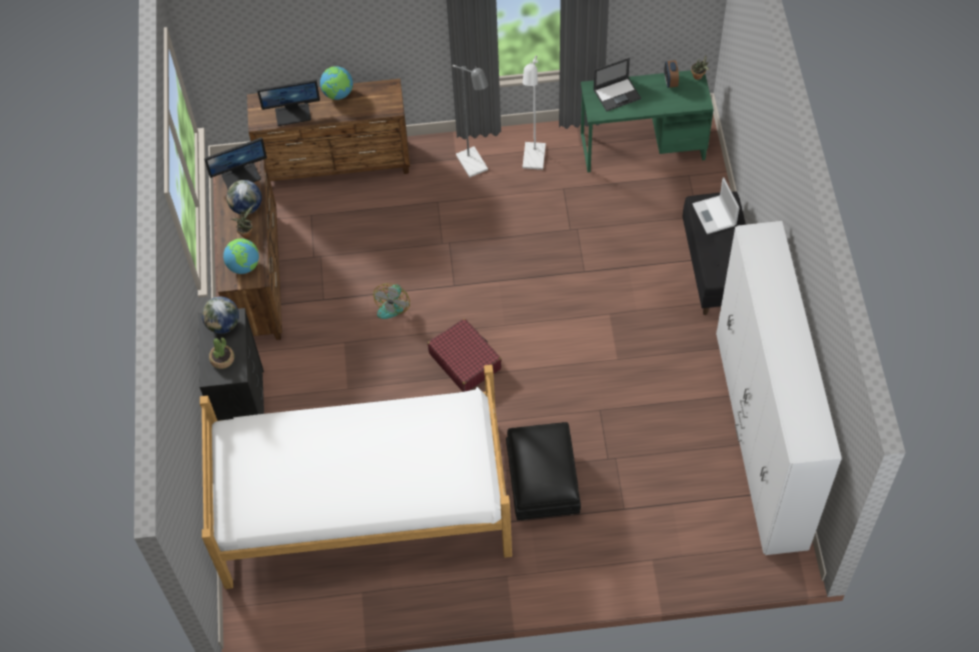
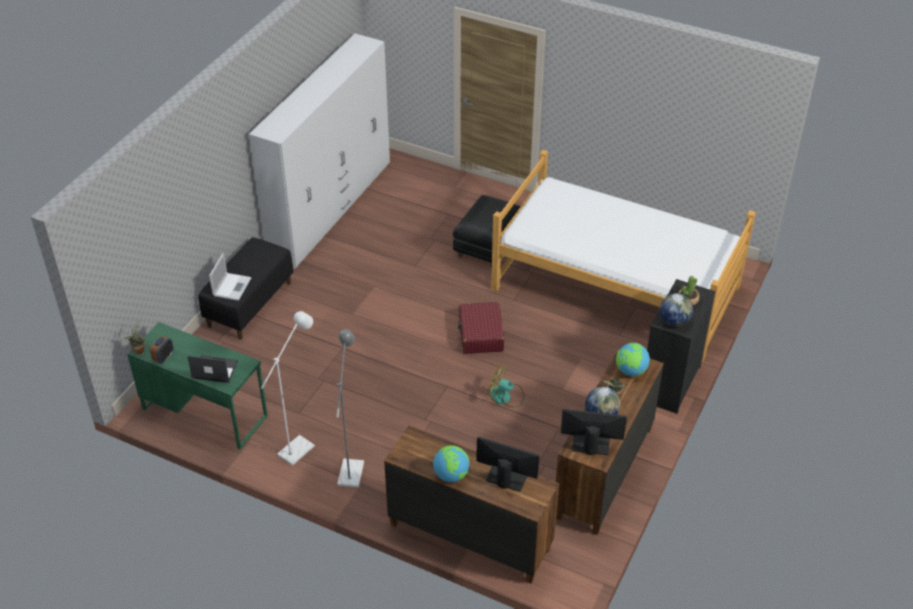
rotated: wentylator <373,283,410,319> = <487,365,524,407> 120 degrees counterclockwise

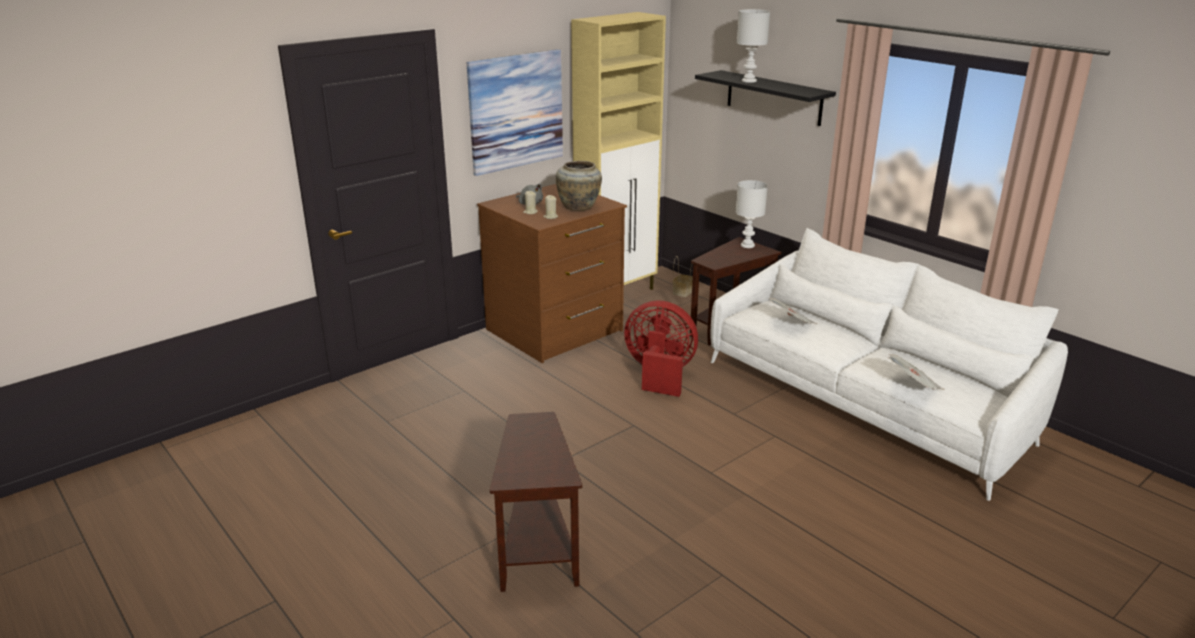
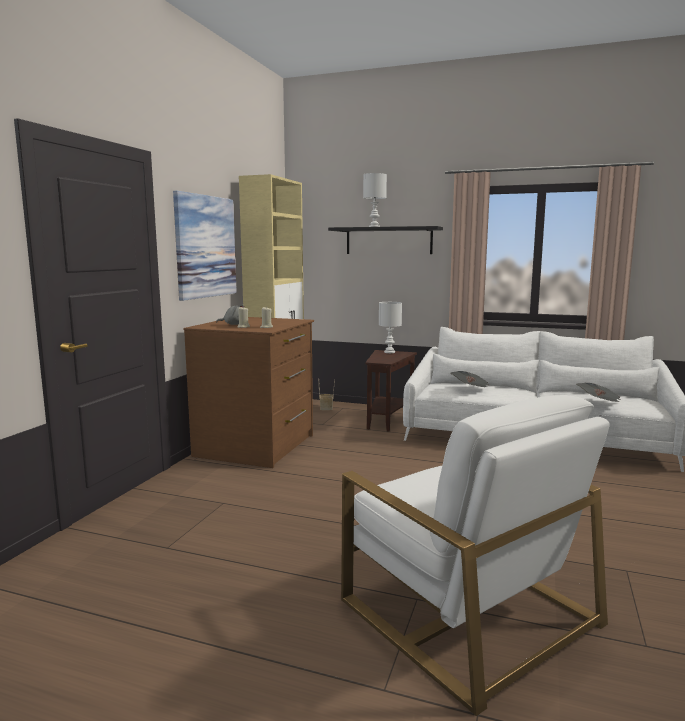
gone: wazon/beżowy <556,161,602,211>; wentylator/czerwony <624,300,698,397>
swapped: stolik/brązowy <490,412,582,592> to fotel/biały <341,395,609,716>

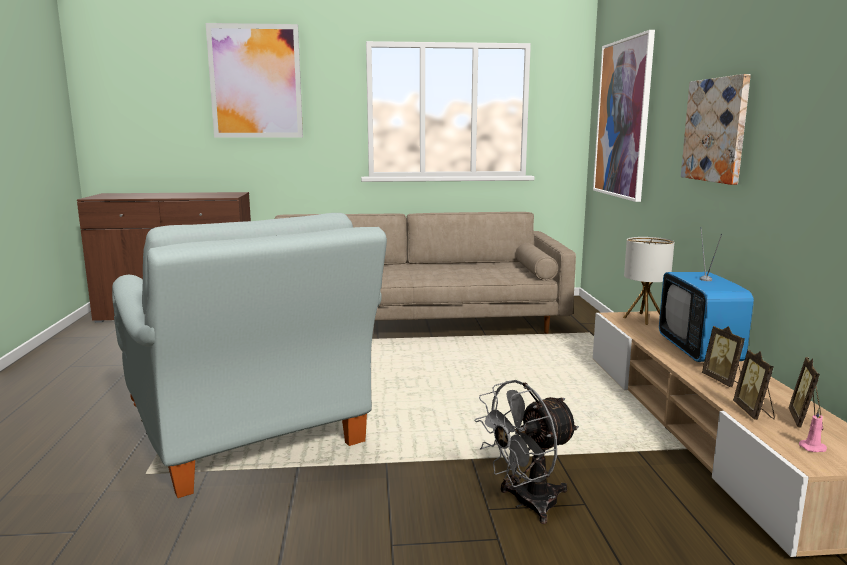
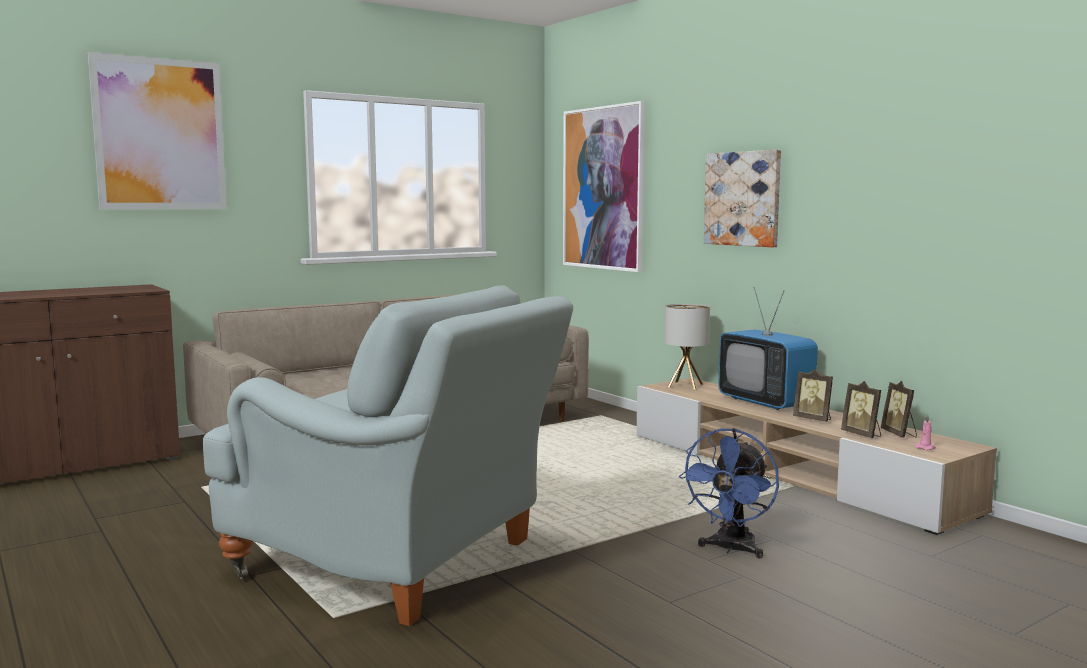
repainted: wentylator/szary <474,380,579,524> to wentylator/niebieski <679,428,779,558>

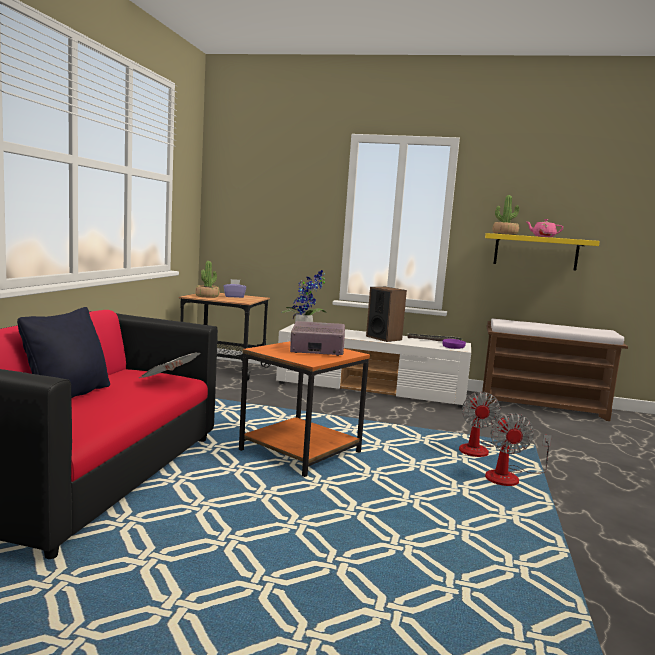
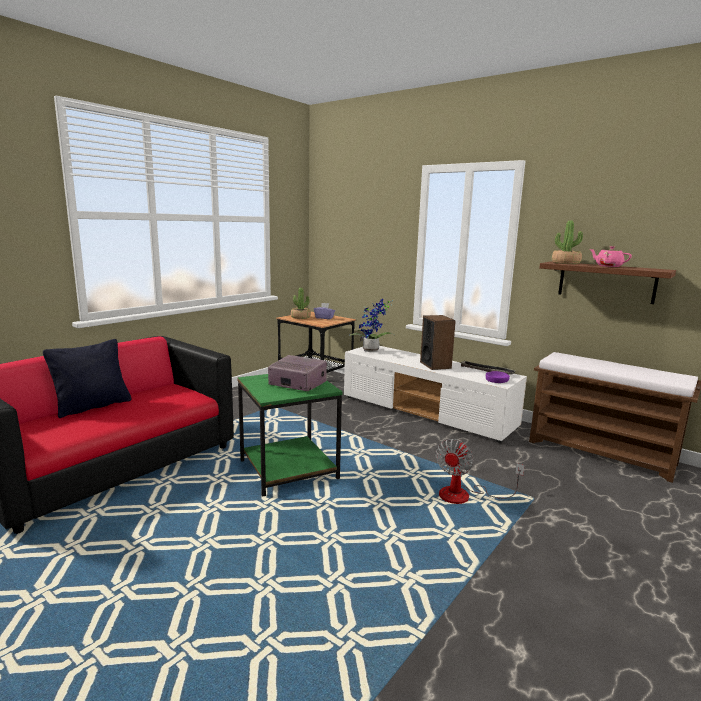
gone: gazeta <139,352,201,378>; wentylator <485,413,552,486>
repainted: stolik/pomarańczowy <239,341,370,477> to stolik/zielony <237,374,343,496>; półka/żółty <485,233,600,270> to półka/brązowy <539,262,676,304>

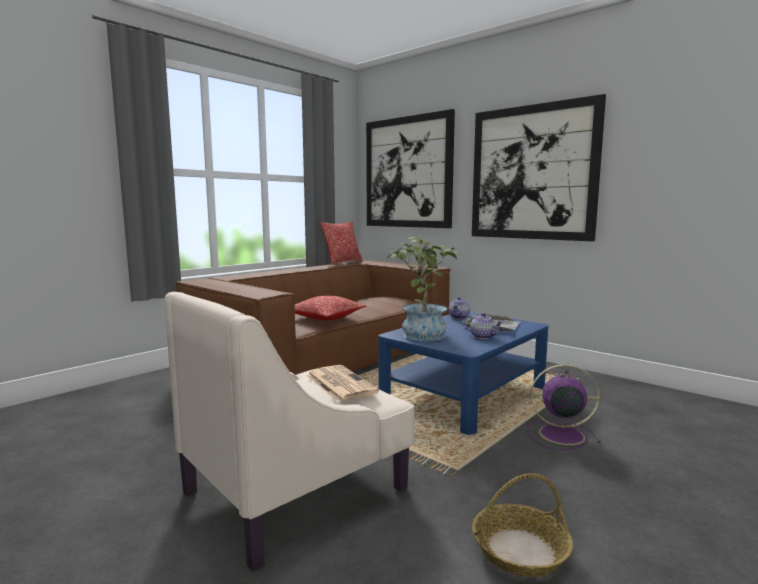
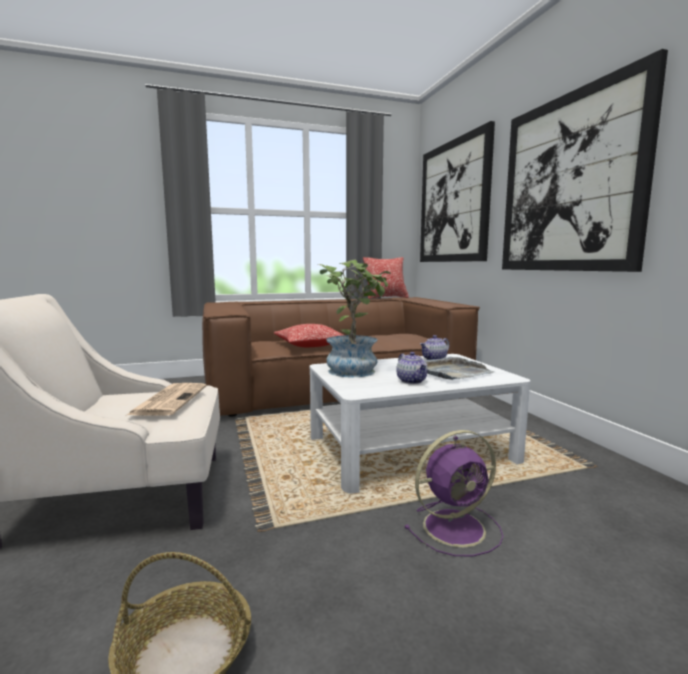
repainted: ława/niebieski <378,312,549,435> to ława/biały <309,354,530,493>
rotated: wentylator/fioletowy <527,364,601,450> = <404,430,503,556> 120 degrees clockwise

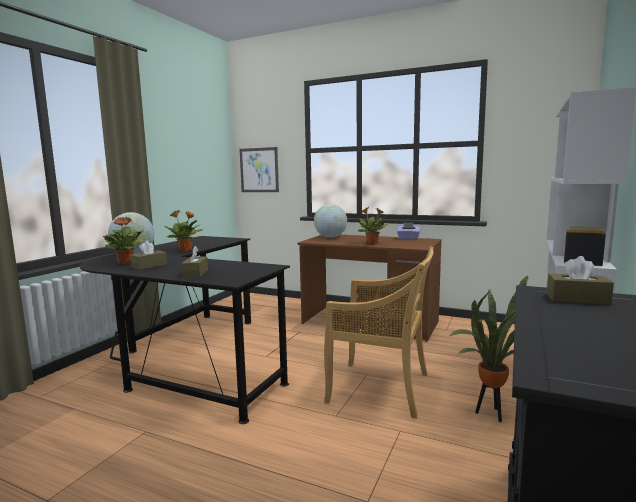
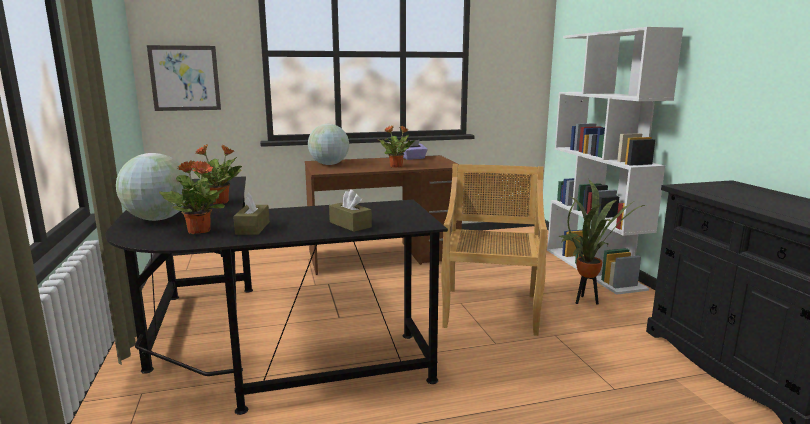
gone: pudełko chusteczek/brązowy <547,256,614,305>
rotated: krzesło/beżowy <324,246,434,419> = <441,164,547,336> 60 degrees counterclockwise

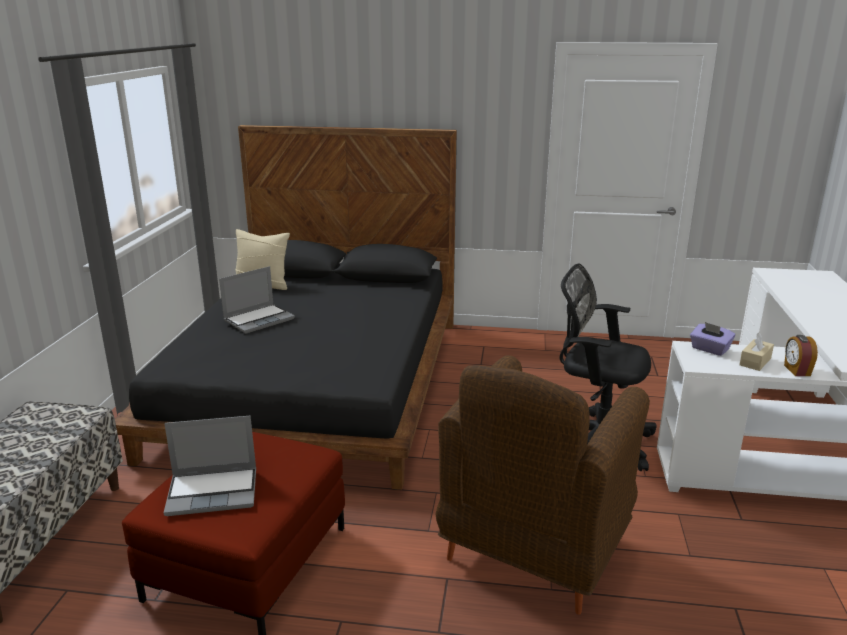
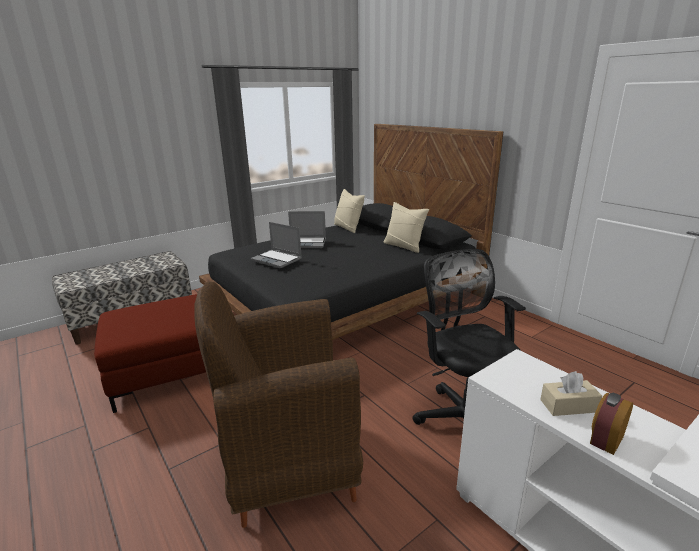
gone: pudełko chusteczek/fioletowy <690,322,735,356>
new: poduszka/beżowy <383,202,429,253>
shifted: laptop <164,416,256,516> to <251,222,302,268>

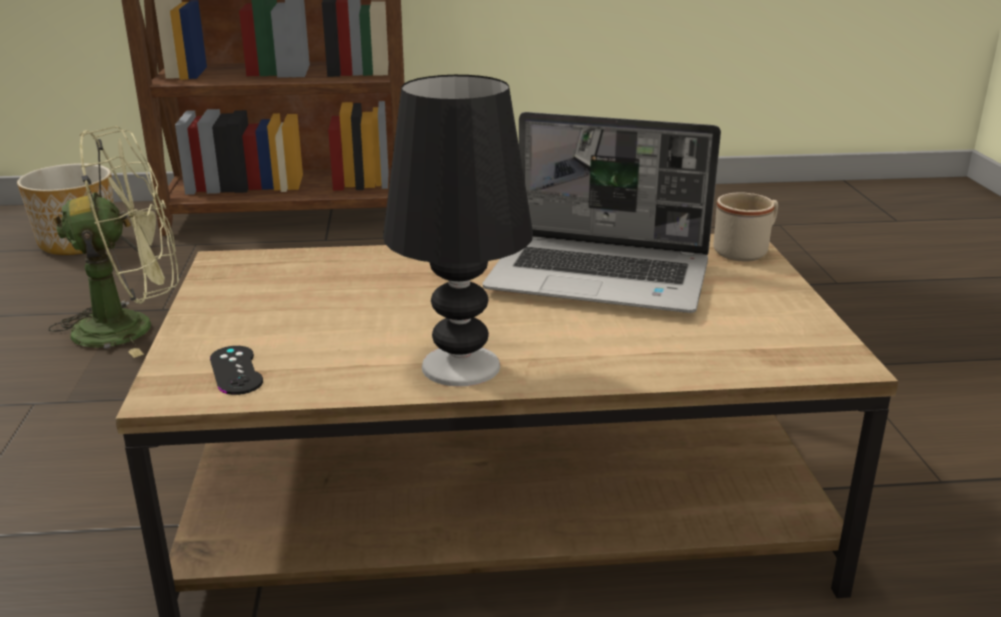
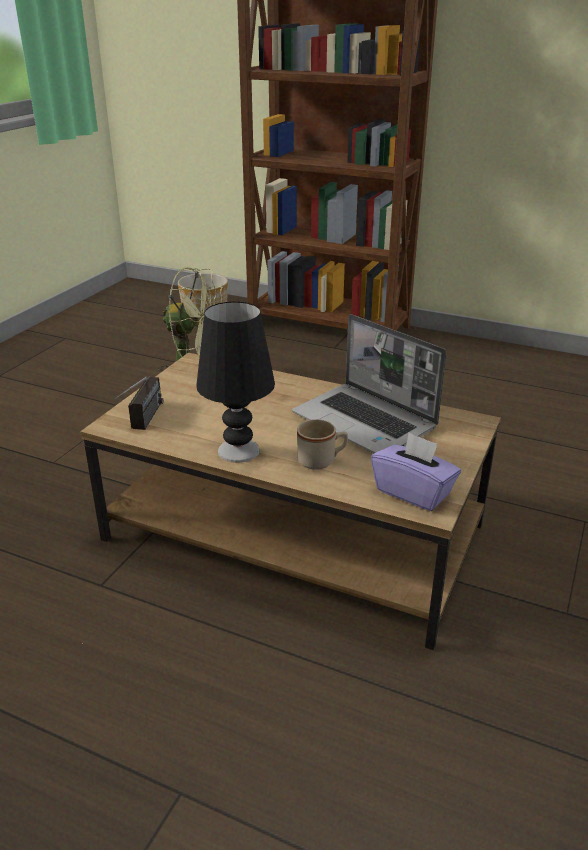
new: pudełko chusteczek/fioletowy <371,432,461,511>
shifted: kubek/beżowy <714,193,778,262> to <297,419,348,470>
swapped: pad do gier/czarny <210,346,263,395> to radio <115,377,163,430>

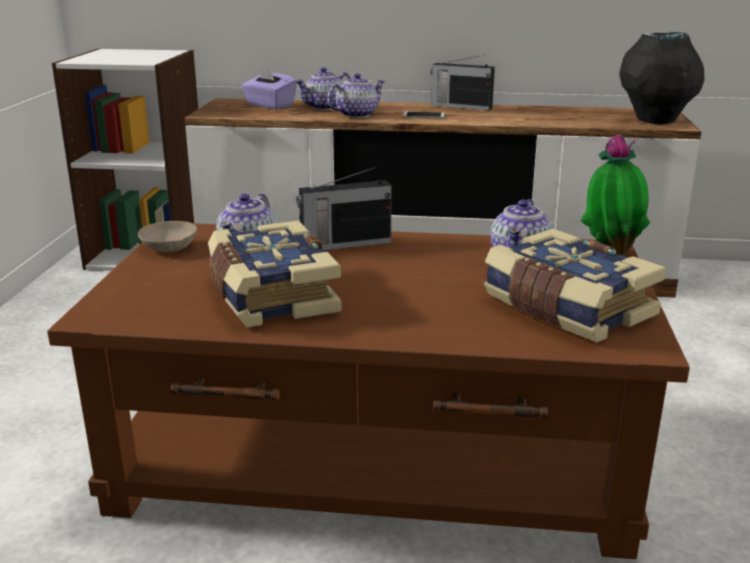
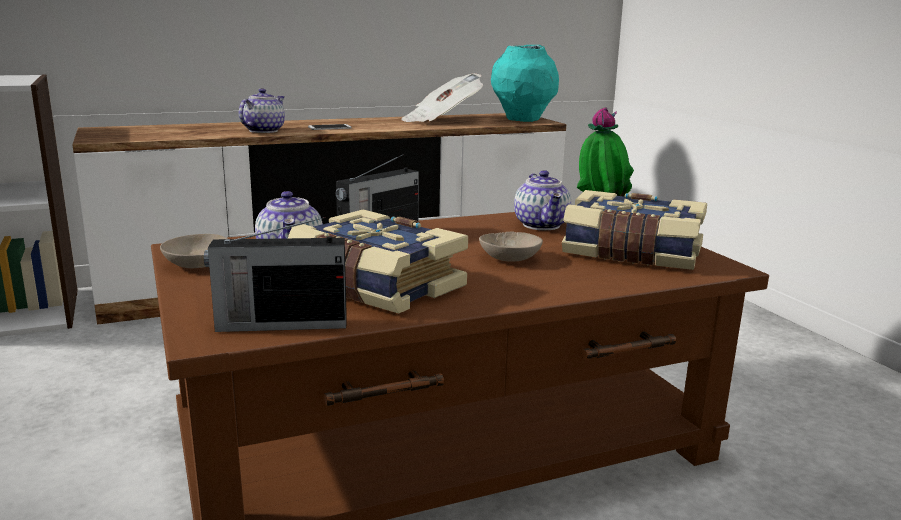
gone: pudełko chusteczek/fioletowy <242,65,297,109>; imbryk <295,67,351,110>
new: gazeta <401,73,483,122>; miska/beżowy <479,231,543,262>
shifted: radio <430,55,495,111> to <204,217,347,332>
repainted: wazon/czarny <619,32,704,124> to wazon/turkusowy <491,45,559,122>

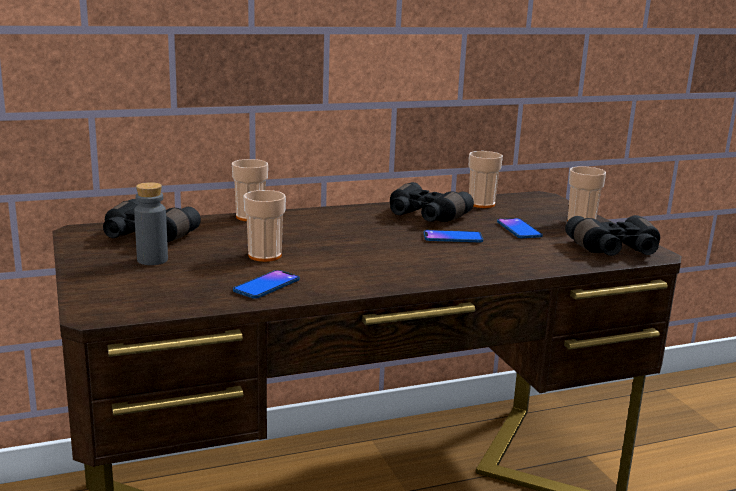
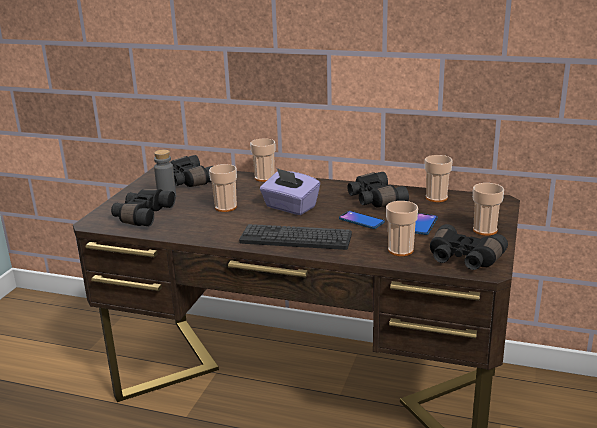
gone: telefon <233,270,300,299>
new: lornetka/czarny <111,189,175,226>; klawiatura <239,224,352,250>; pudełko chusteczek/fioletowy <260,168,320,215>; filiżanka <386,201,418,256>

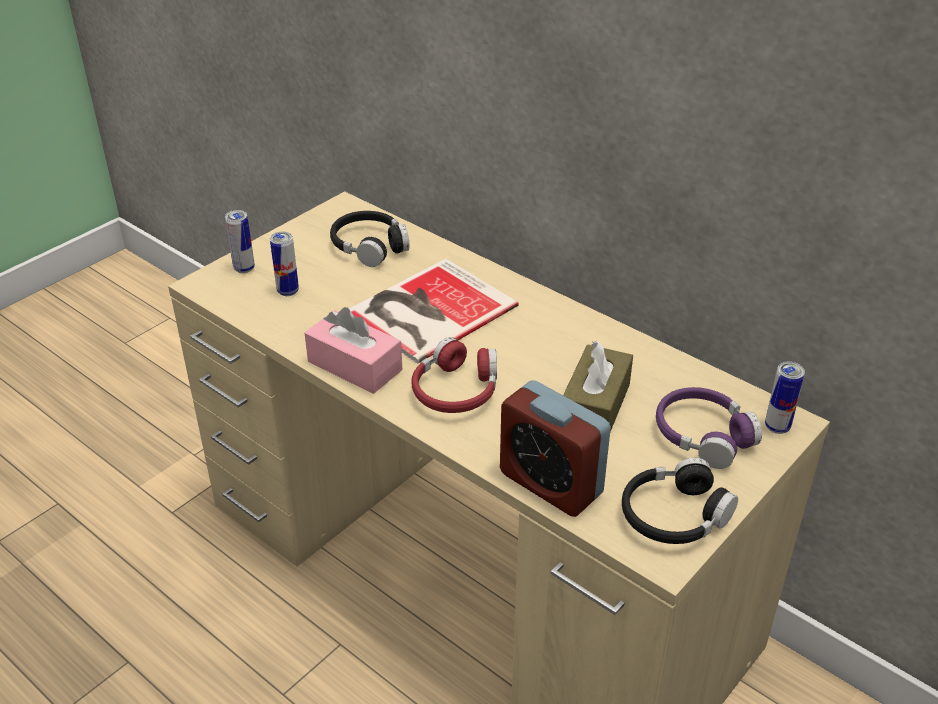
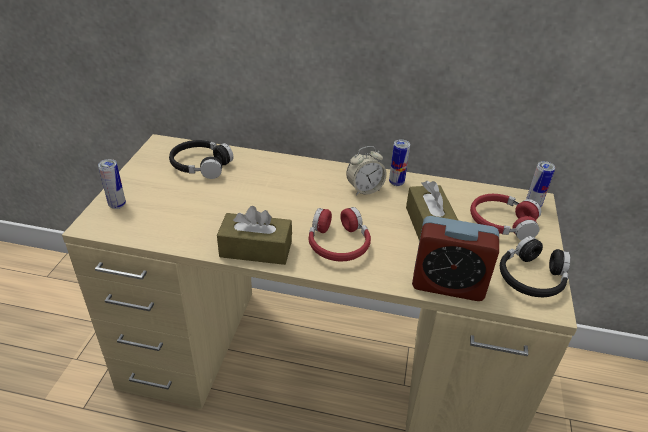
gone: książka <349,259,519,363>
new: budzik <346,146,387,196>
shifted: puszka <270,232,299,296> to <389,140,410,186>
repainted: pudełko chusteczek/różowy <304,307,402,394> to pudełko chusteczek/brązowy <217,206,292,265>; słuchawki/fioletowy <656,387,762,469> to słuchawki/czerwony <470,194,541,240>

